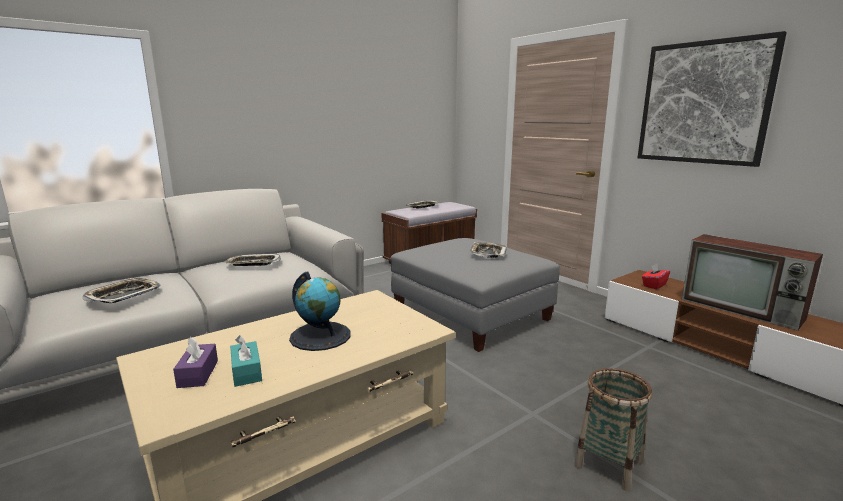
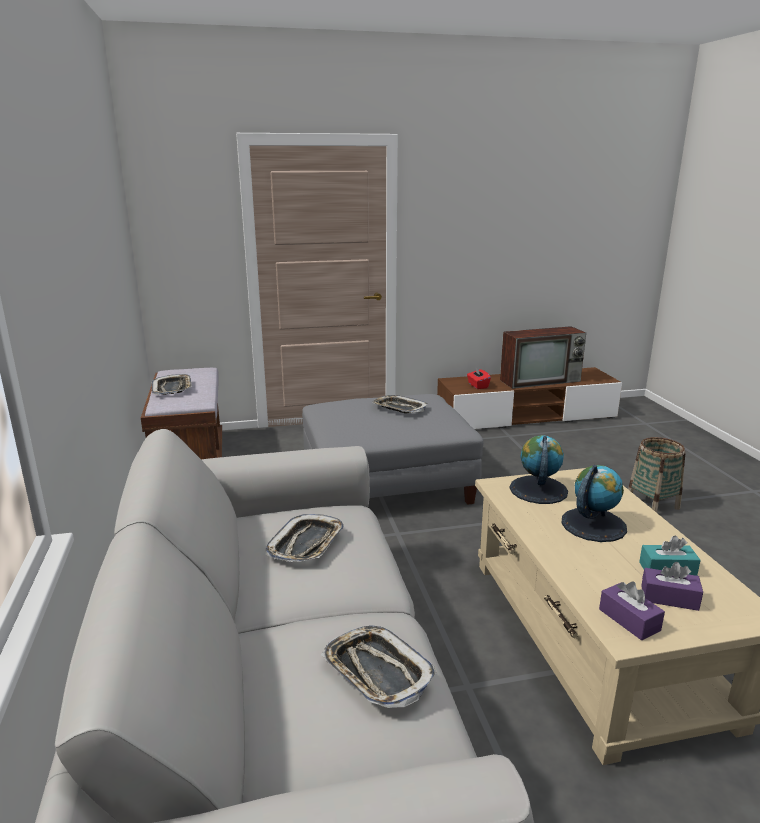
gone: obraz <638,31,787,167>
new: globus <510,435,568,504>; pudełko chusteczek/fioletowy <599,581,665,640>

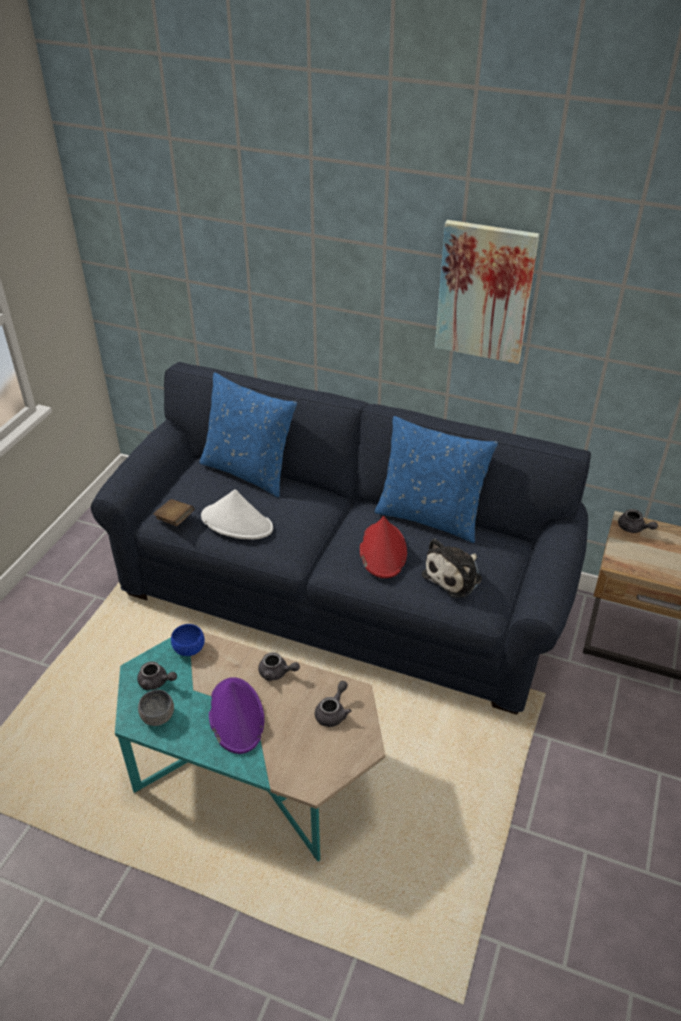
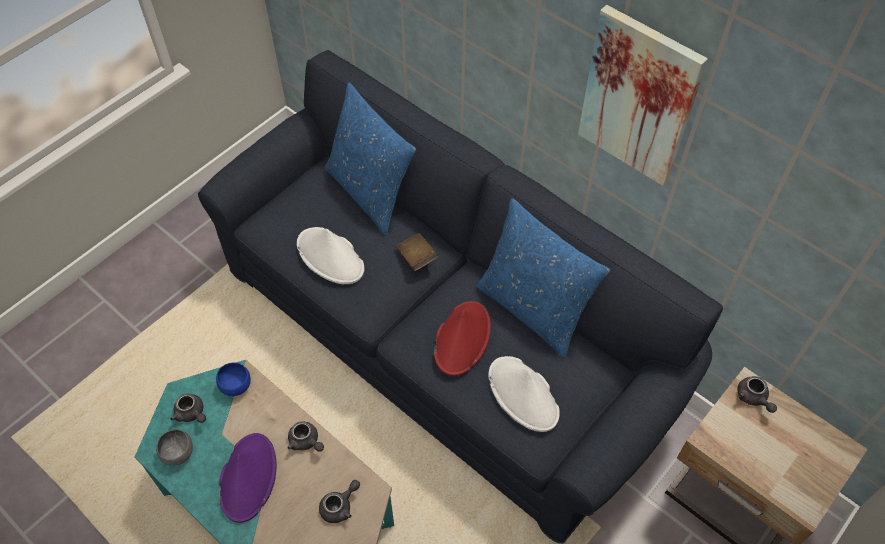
shifted: książka/brązowy <153,499,194,526> to <396,233,438,271>
swapped: pluszak <422,538,482,598> to kapelusz/biały <488,356,560,432>

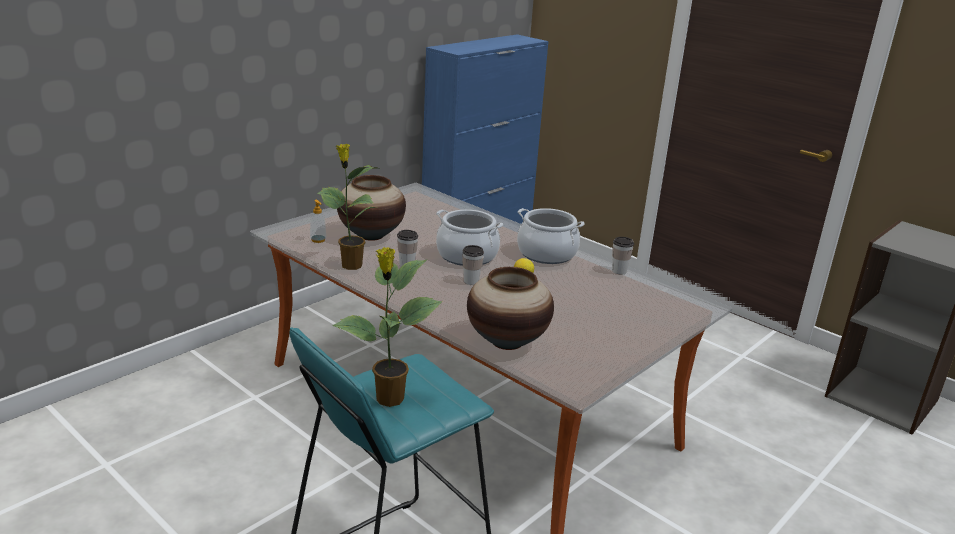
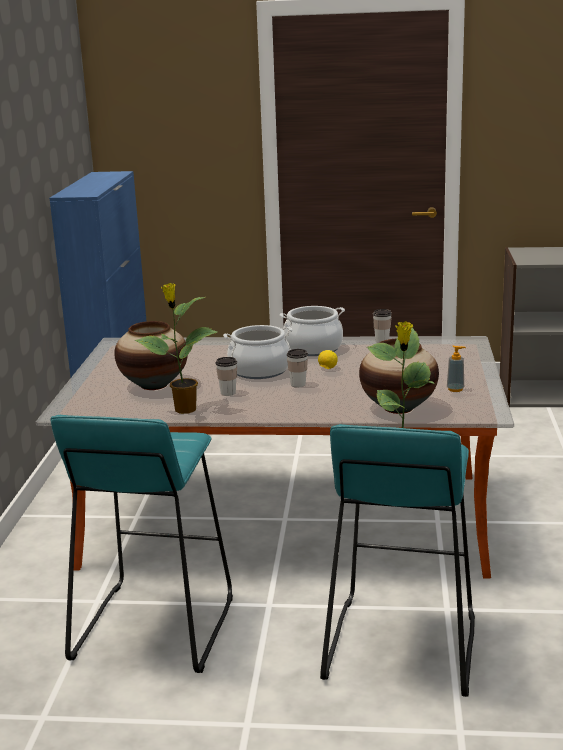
new: stołek/turkusowy <50,415,233,673>
shifted: dozownik mydła <310,200,326,243> to <447,346,466,392>

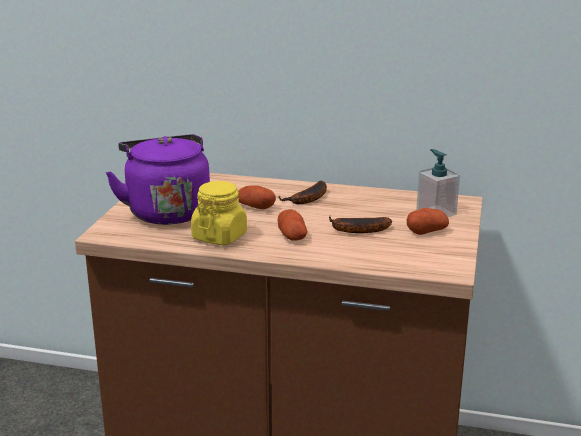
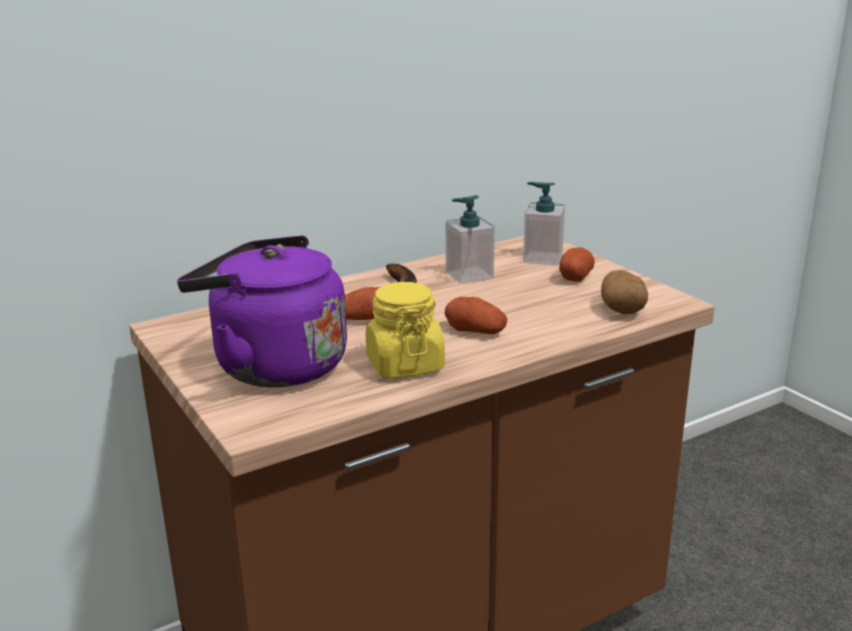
gone: banan <329,216,392,233>
new: dozownik mydła <446,195,495,284>; ziemniak <601,270,648,315>

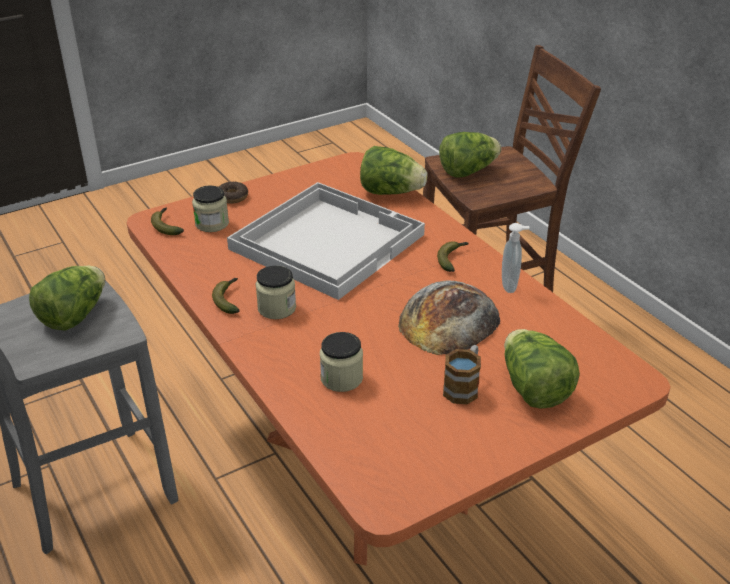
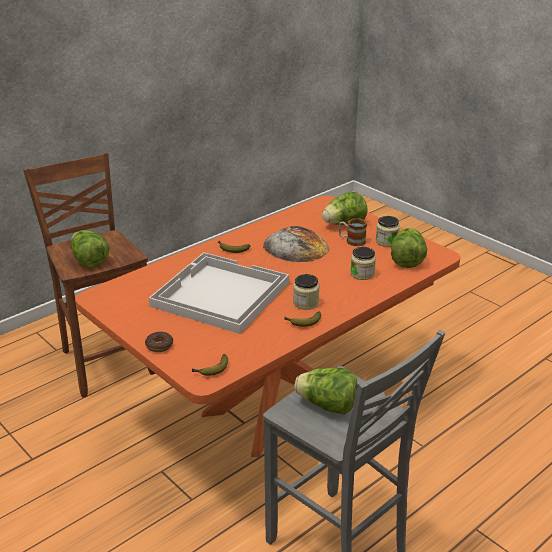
gone: dozownik mydła <502,223,530,293>
shifted: słoik <192,185,229,232> to <376,216,400,247>; sałata <360,146,428,195> to <391,228,427,268>

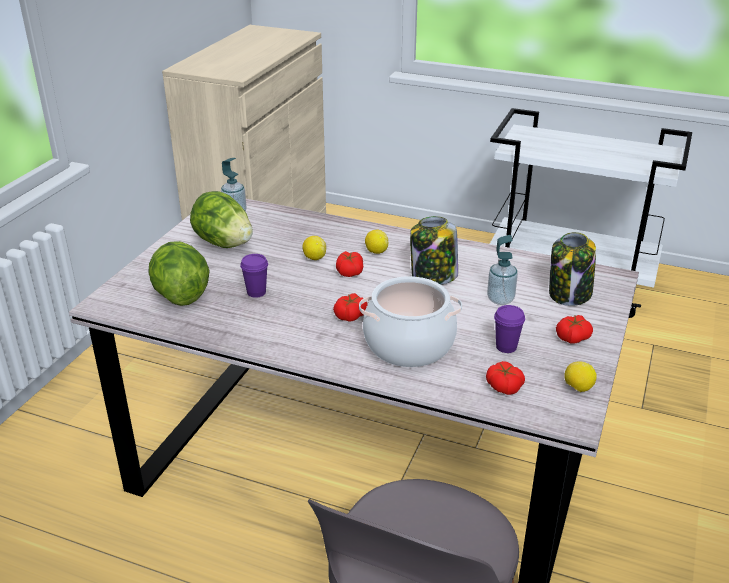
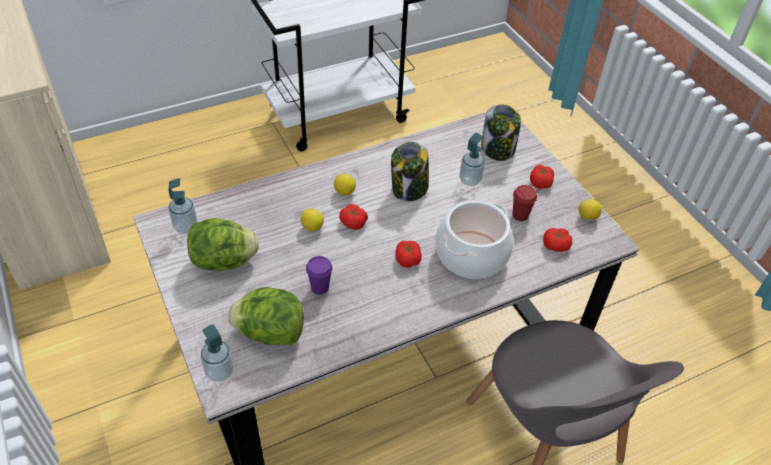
new: dozownik mydła <201,324,233,382>
repainted: filiżanka/fioletowy <494,305,525,353> to filiżanka/czerwony <513,185,537,221>

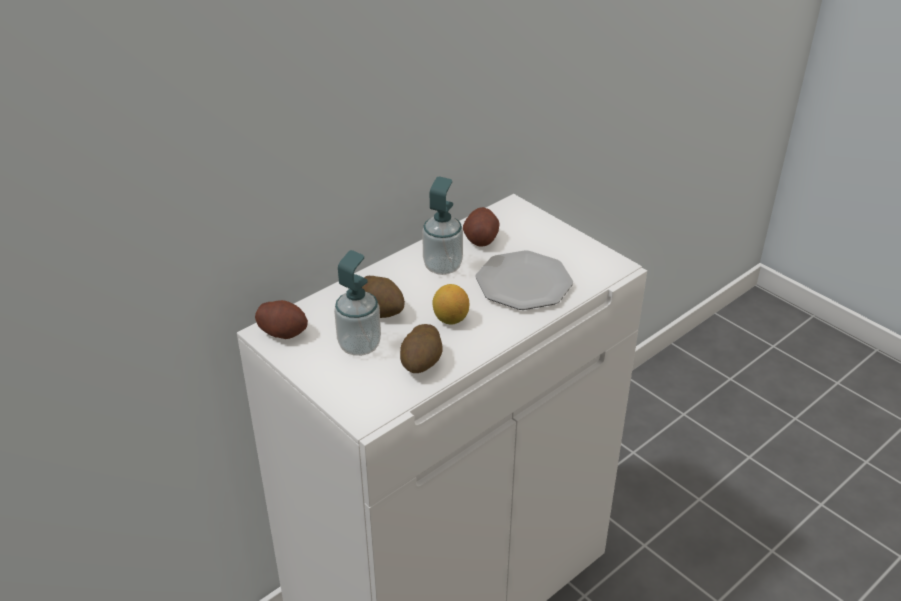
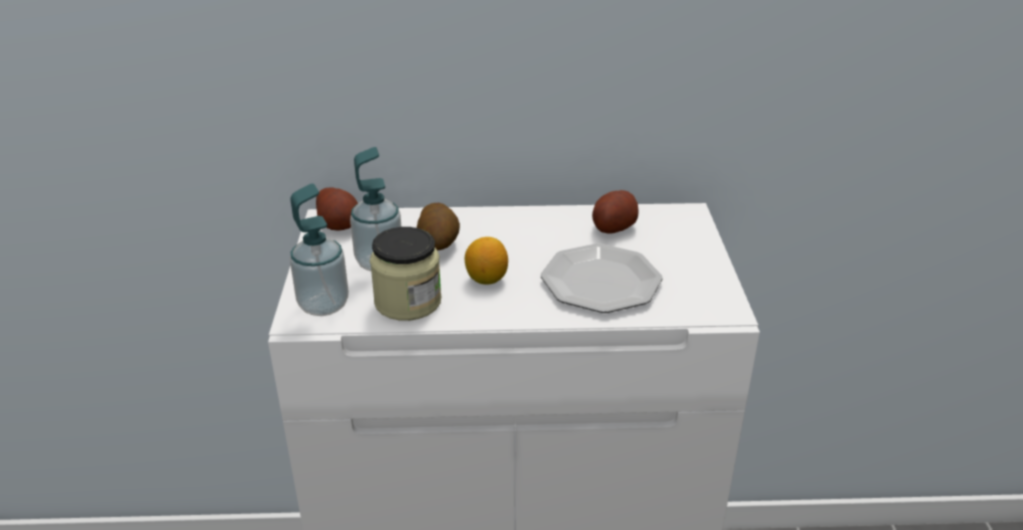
shifted: dozownik mydła <422,176,463,275> to <290,183,349,316>
swapped: ziemniak <400,324,443,373> to słoik <370,227,441,321>

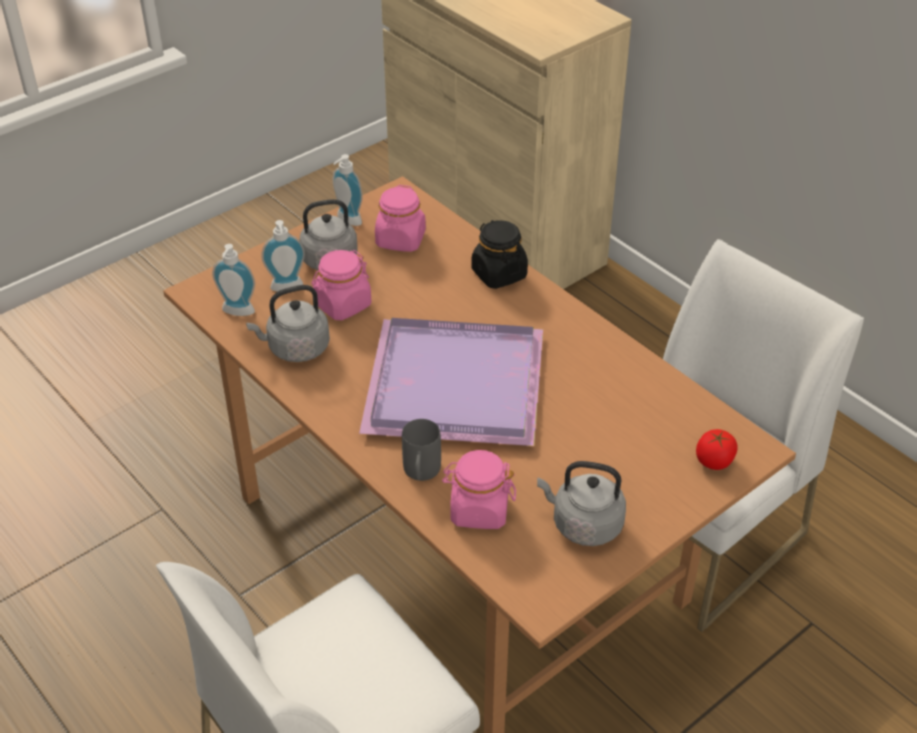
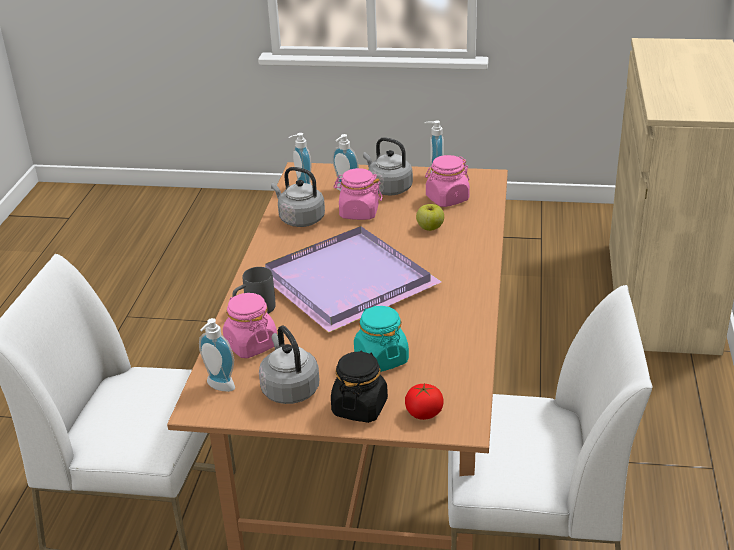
new: dozownik mydła <199,318,235,392>; słoik/turkusowy <354,306,409,372>; jabłko <416,204,444,231>
shifted: słoik/czarny <472,220,528,289> to <331,351,388,423>

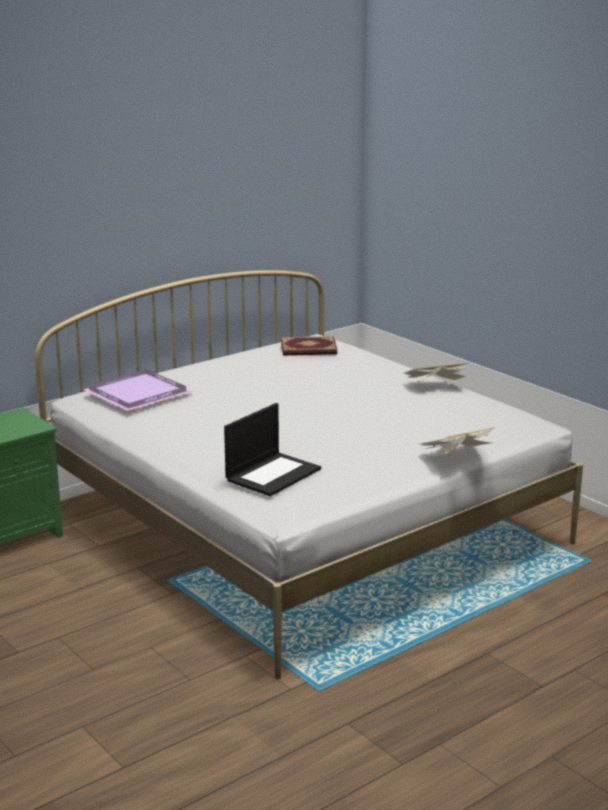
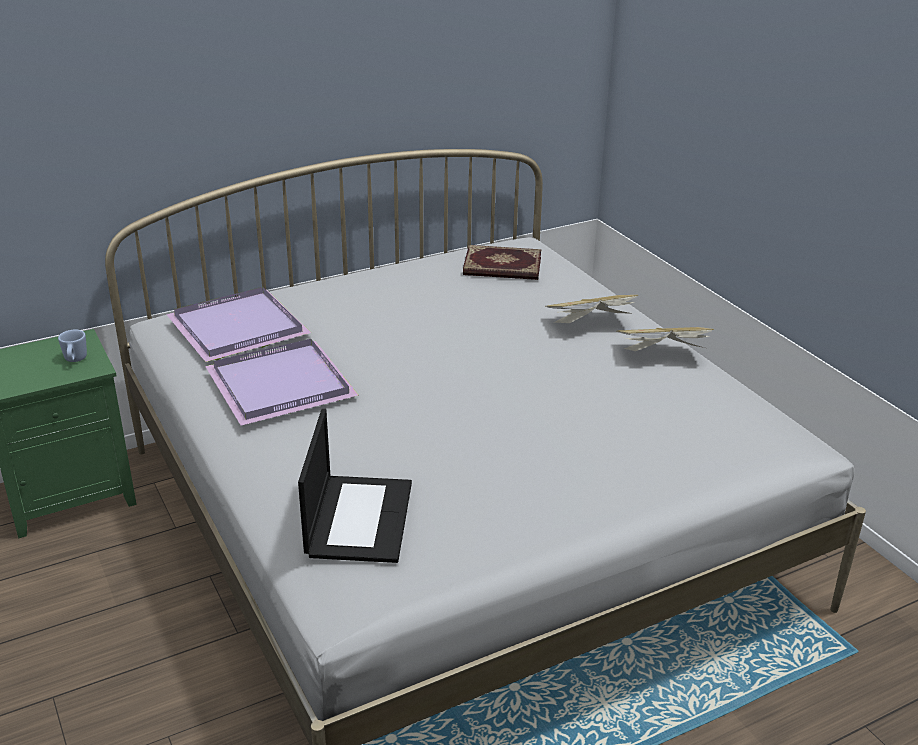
new: kubek/niebieski <58,330,87,362>; taca/fioletowy <205,339,359,426>
shifted: książka <421,427,495,457> to <545,295,639,323>
rotated: laptop <224,403,321,496> = <298,409,412,563> 45 degrees counterclockwise

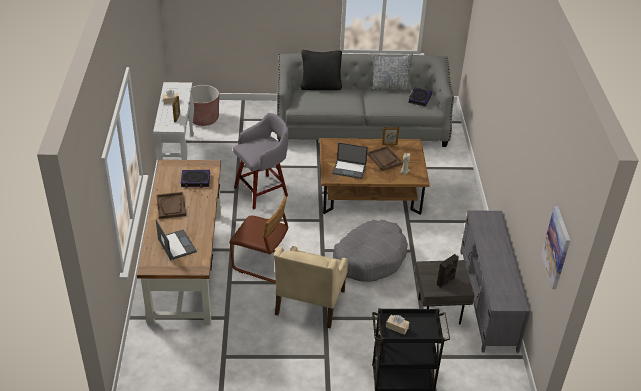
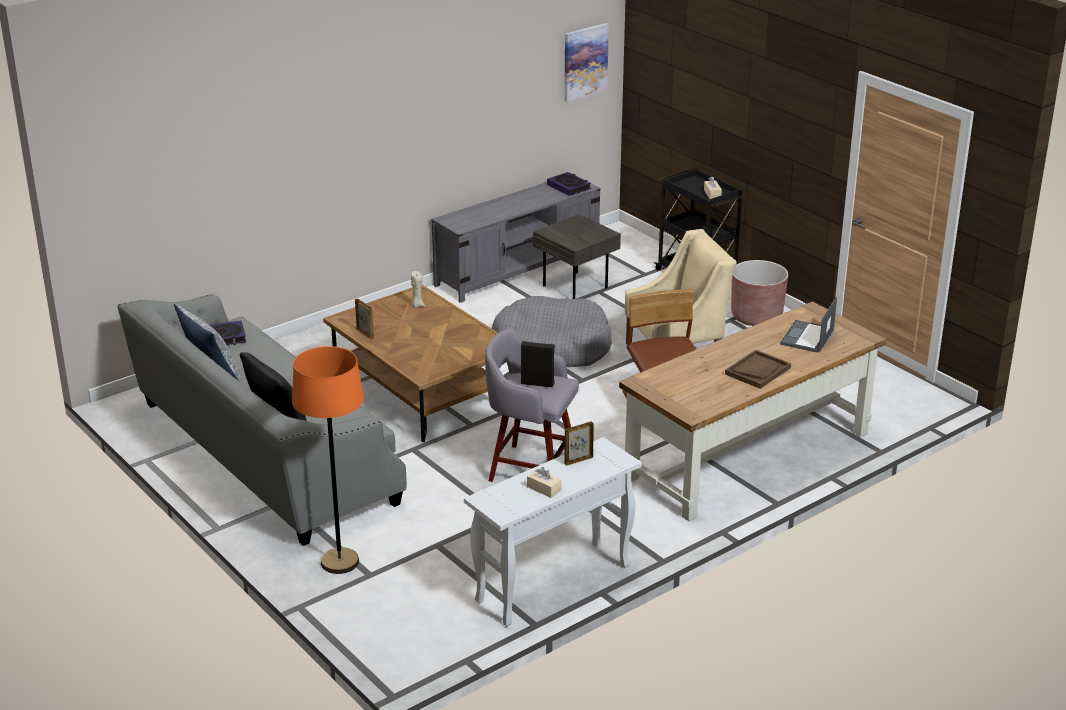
gone: laptop <332,142,368,179>; taca/brązowy <367,146,403,171>
new: lampa stojąca/pomarańczowy <292,346,364,574>
shifted: książka <181,170,210,188> to <547,172,591,196>; donica/brązowy <188,85,219,126> to <731,260,788,326>; głośnik/czarny <437,254,459,288> to <521,341,555,387>

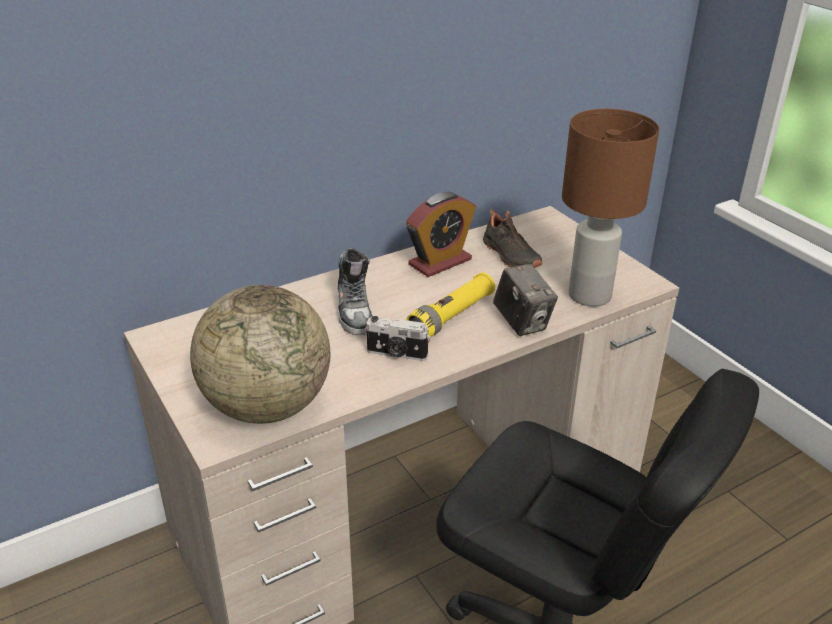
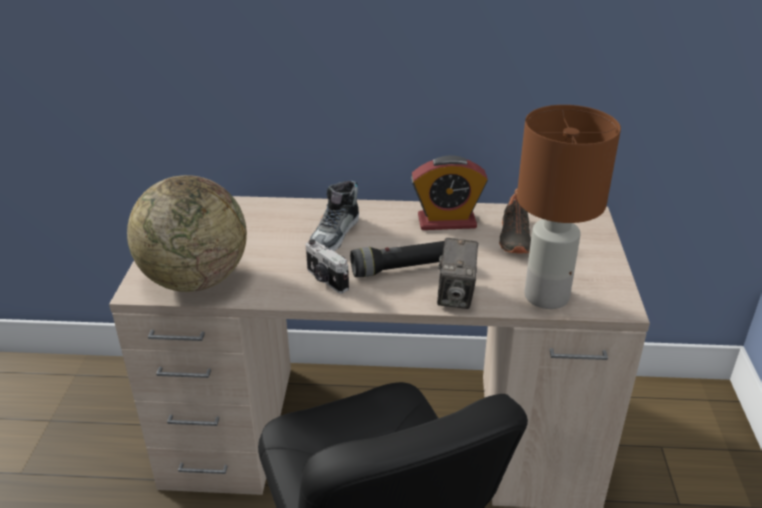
repainted: latarka/żółty <406,272,495,337> to latarka/czarny <350,241,444,277>

